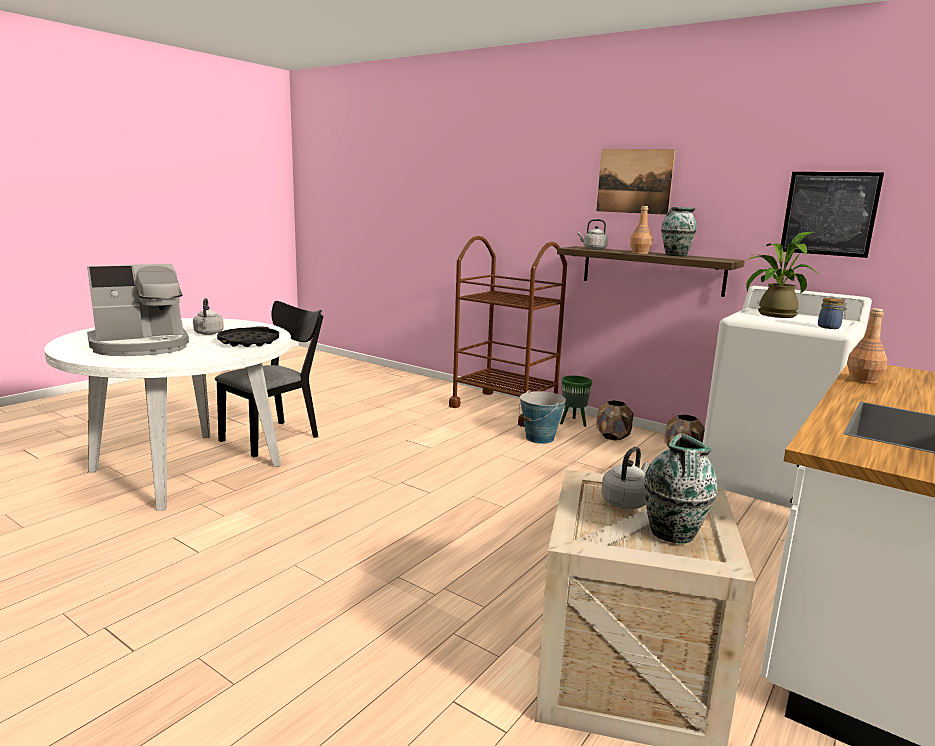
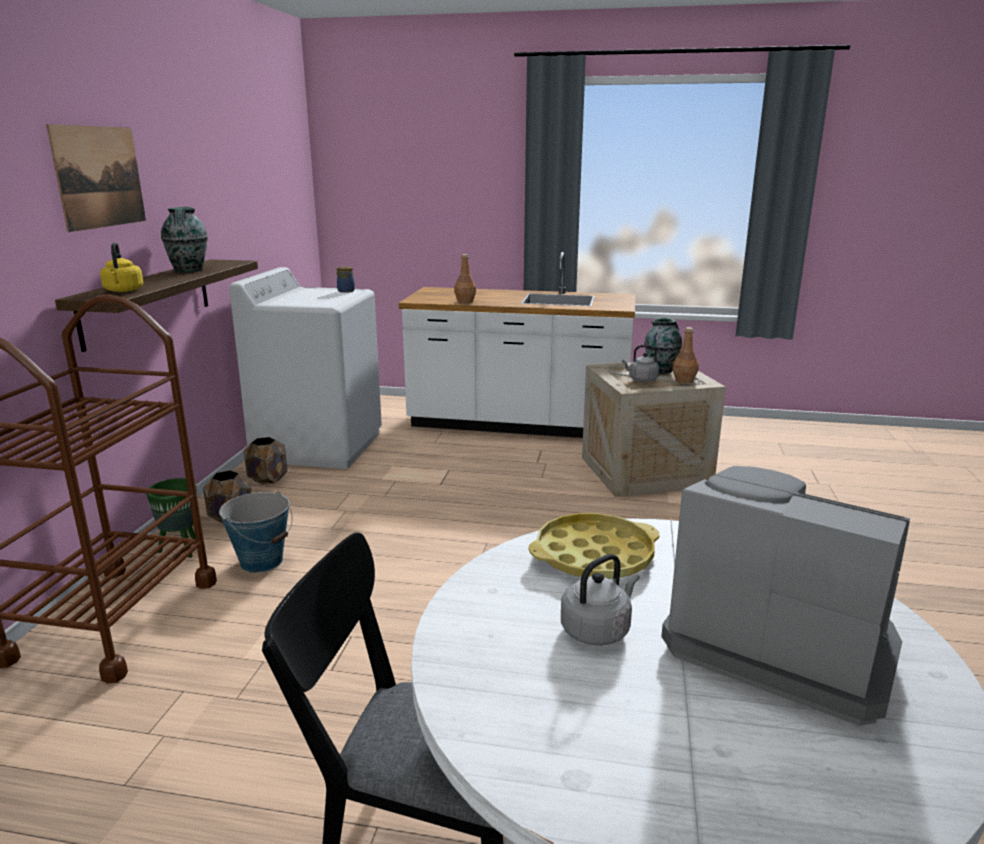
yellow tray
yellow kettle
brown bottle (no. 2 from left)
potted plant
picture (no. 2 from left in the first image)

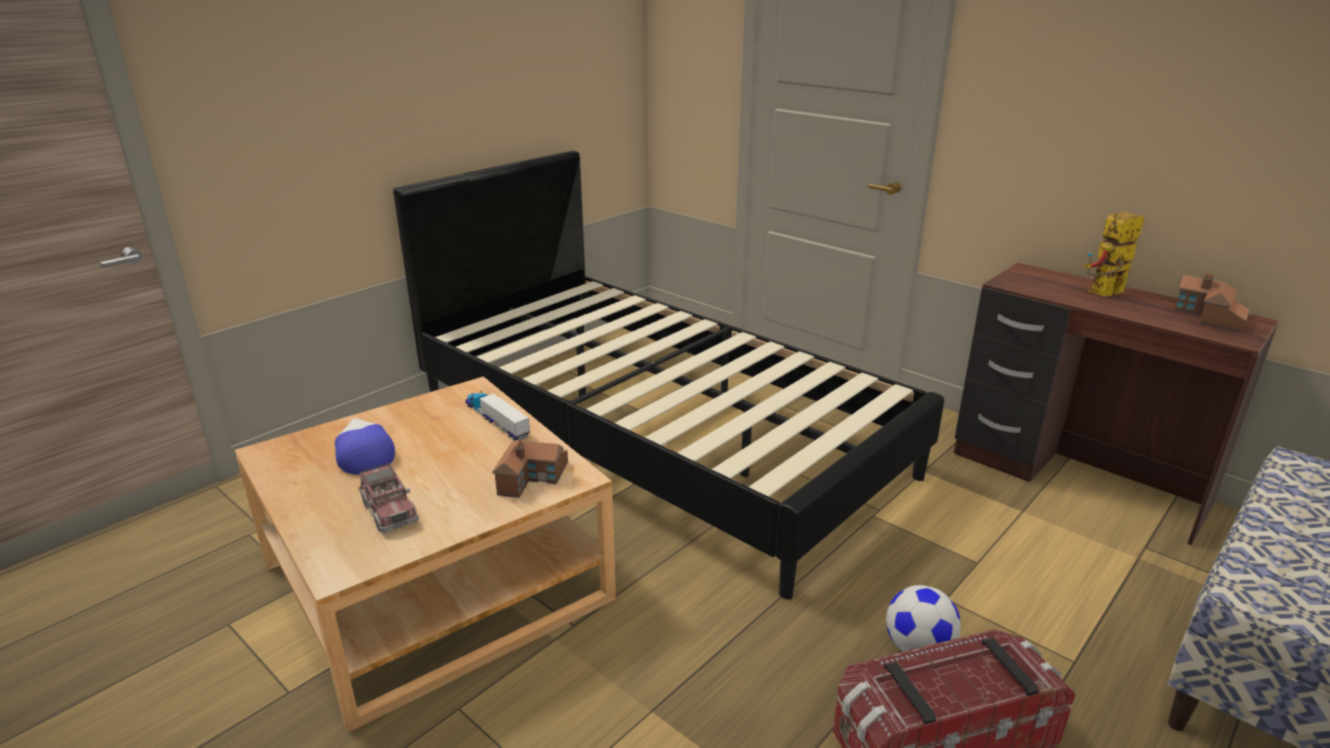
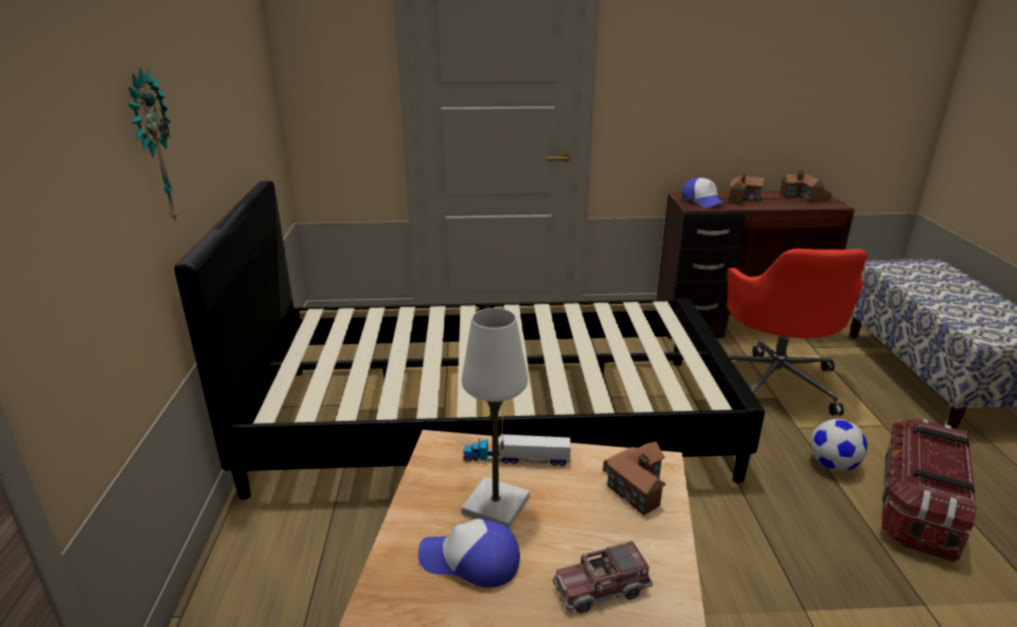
toy truck (no. 2 from left)
toy house (no. 2 from left)
wall clock
white table lamp
cap (no. 2 from left)
red office chair

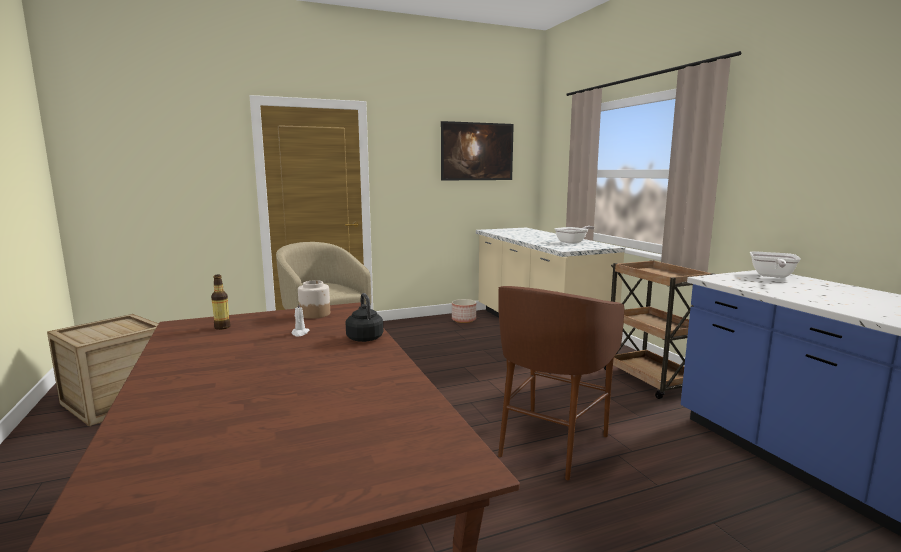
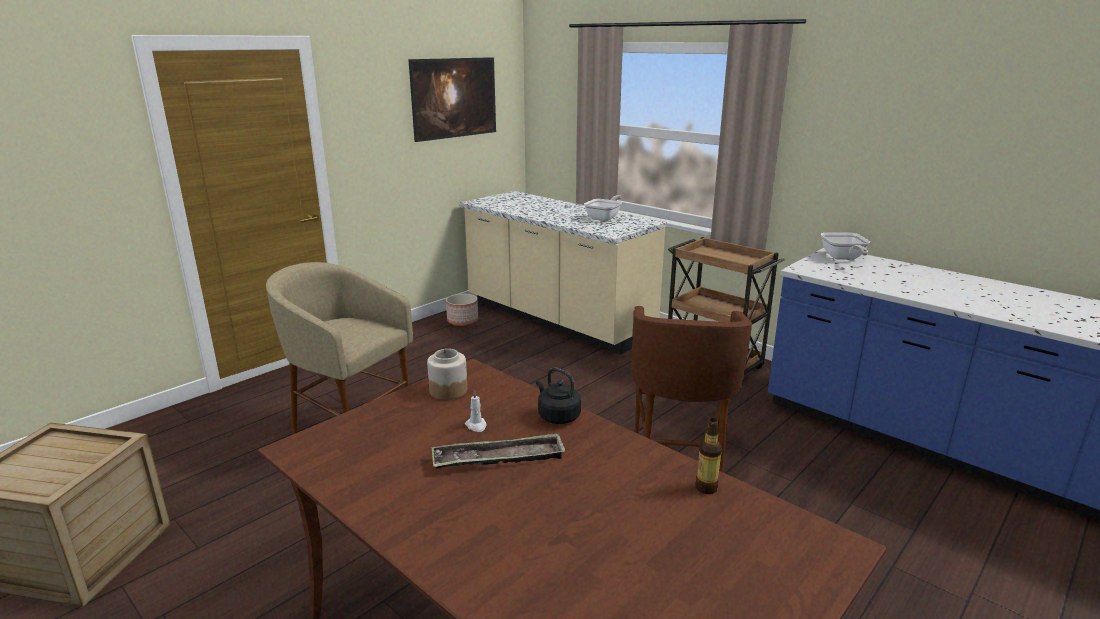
bottle
tray

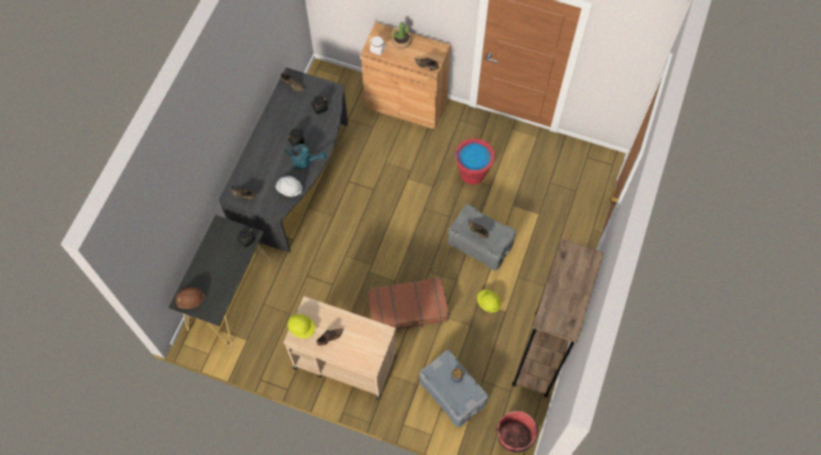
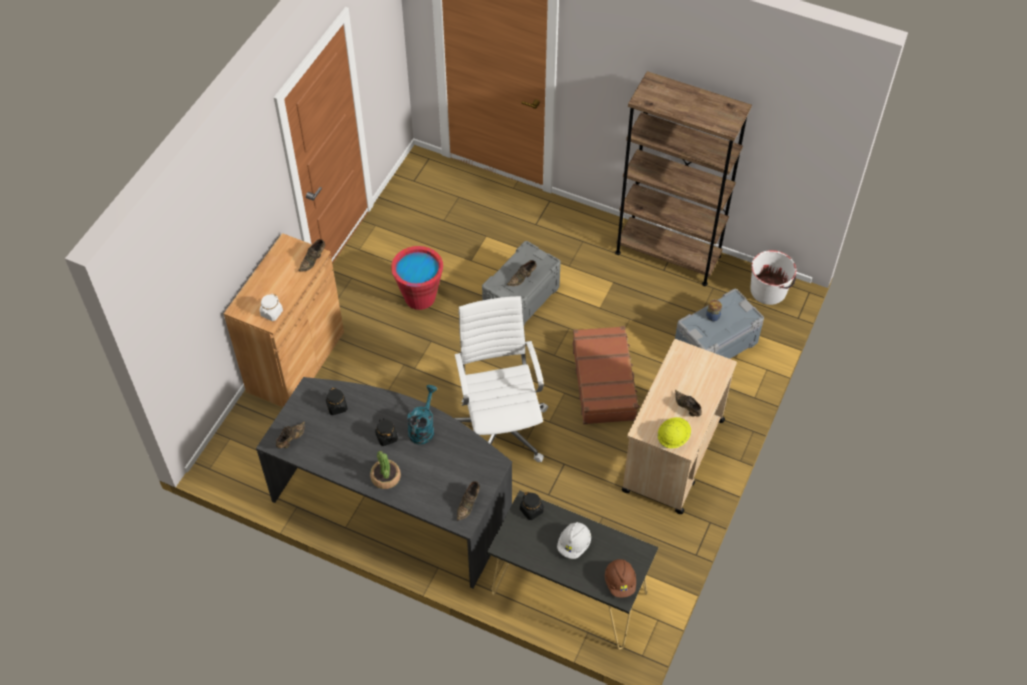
white hard hat
potted plant
yellow hard hat (no. 2 from left in the first image)
white bucket
white office chair

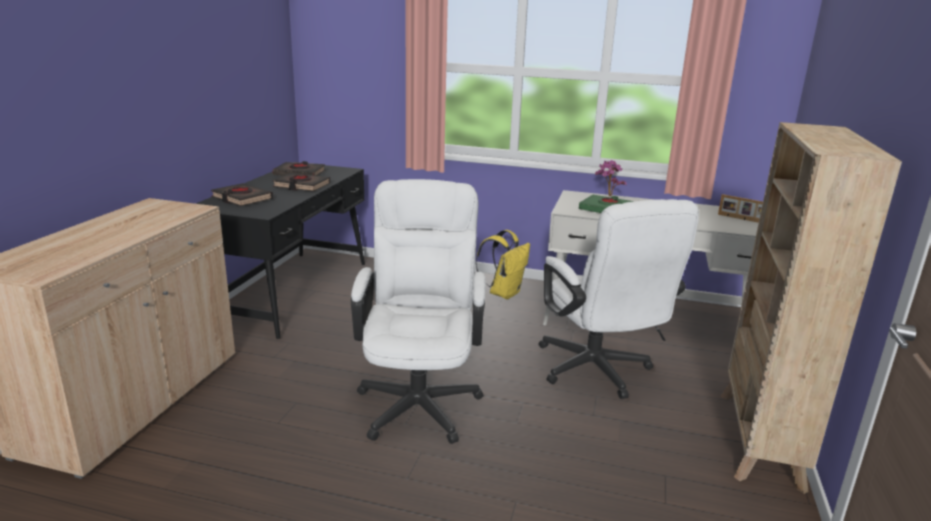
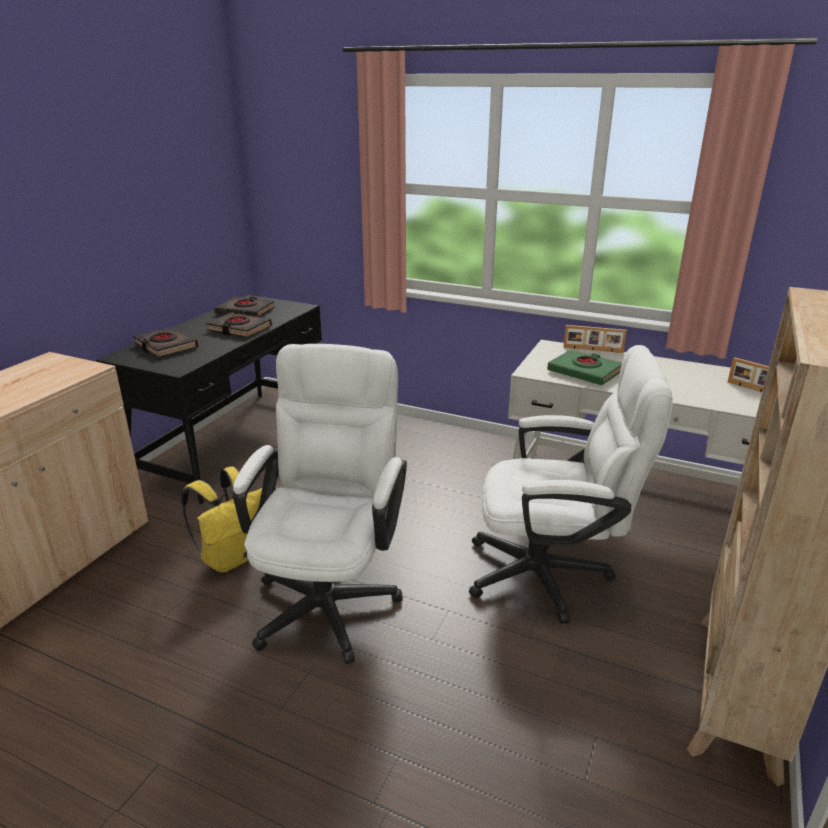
yellow backpack
white office chair (no. 2 from left)
picture frame (no. 1 from left)

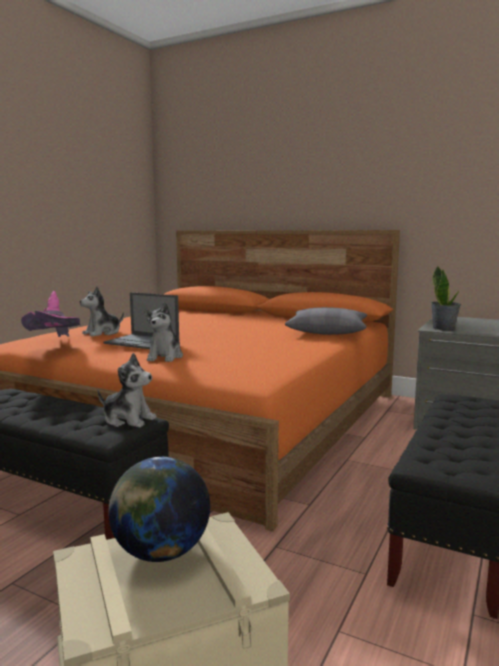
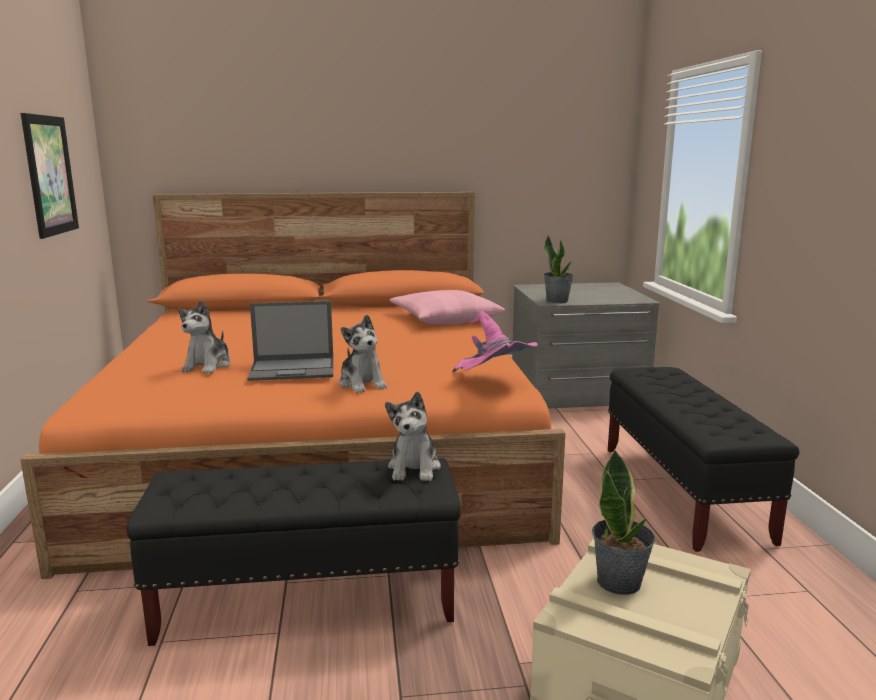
pink hat
plush toy (no. 3 from left)
potted plant (no. 2 from left)
pink pillow
picture

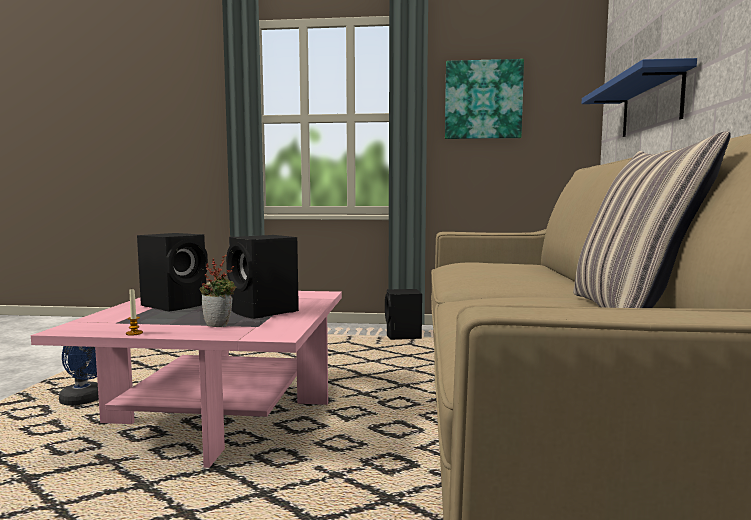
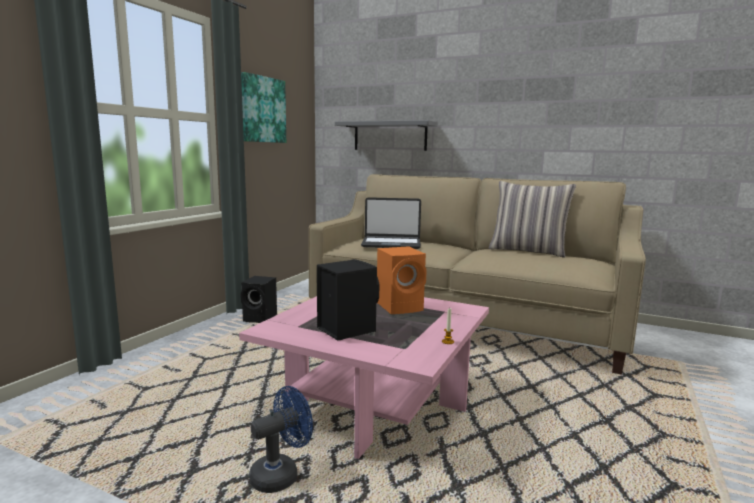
potted plant
orange speaker
grey shelf
laptop

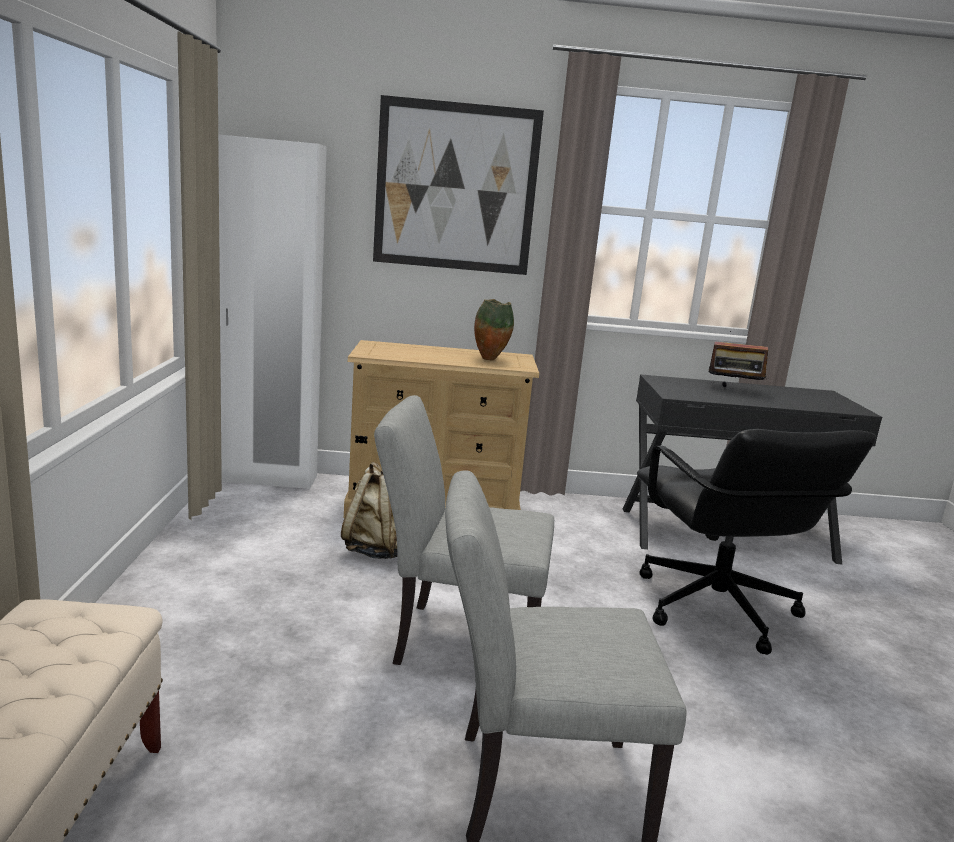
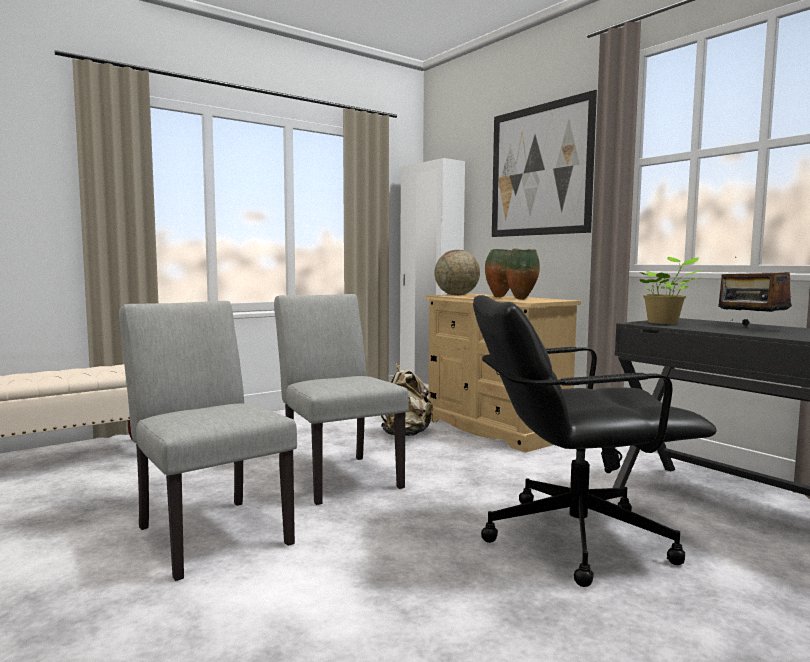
black office chair
globe
vase (no. 1 from left)
potted plant

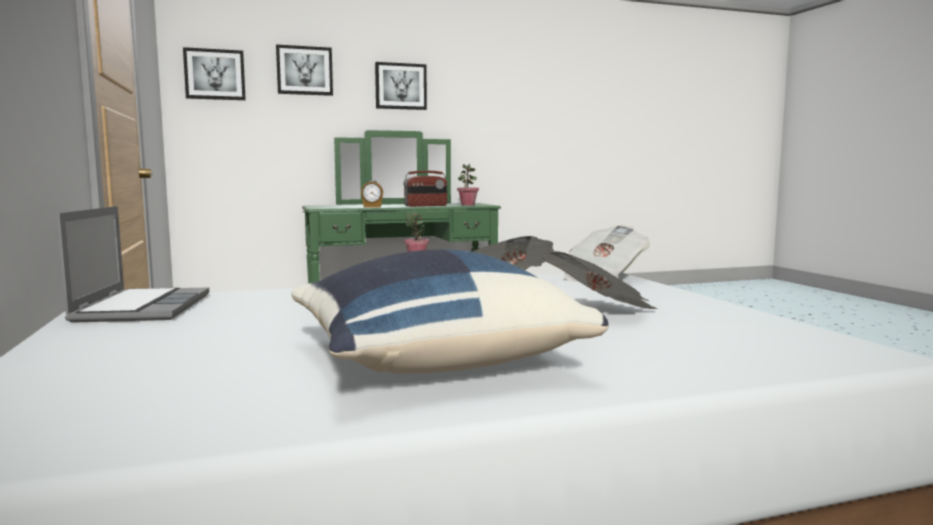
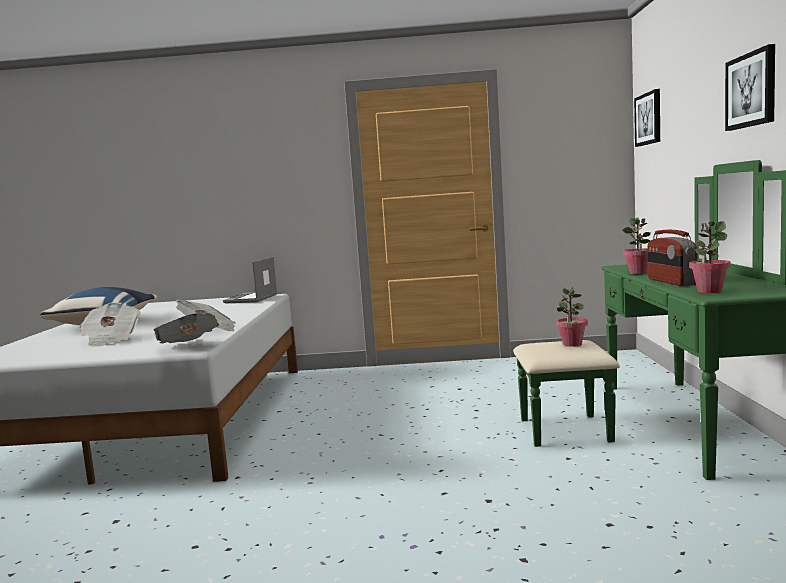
laptop
picture (no. 2 from left in the first image)
potted plant (no. 2 from left)

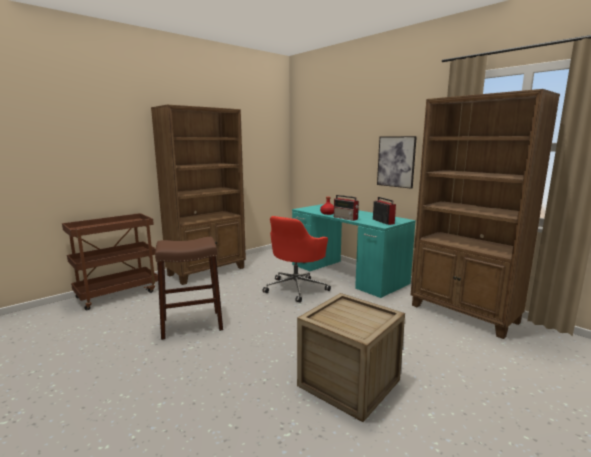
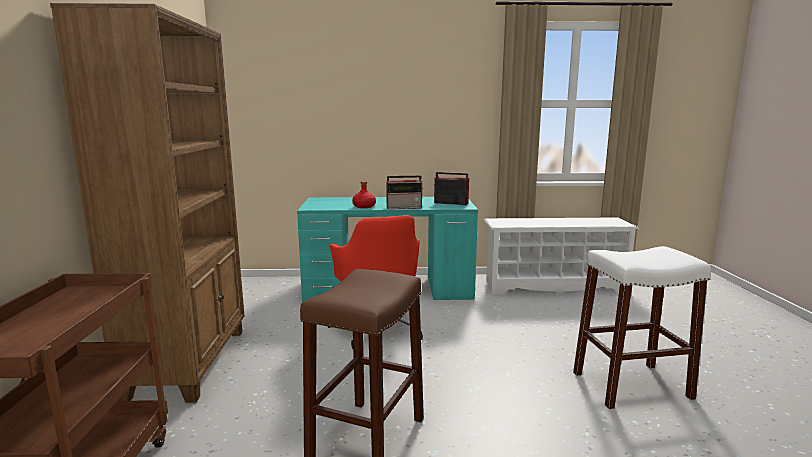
white stool
picture
white shoe rack

